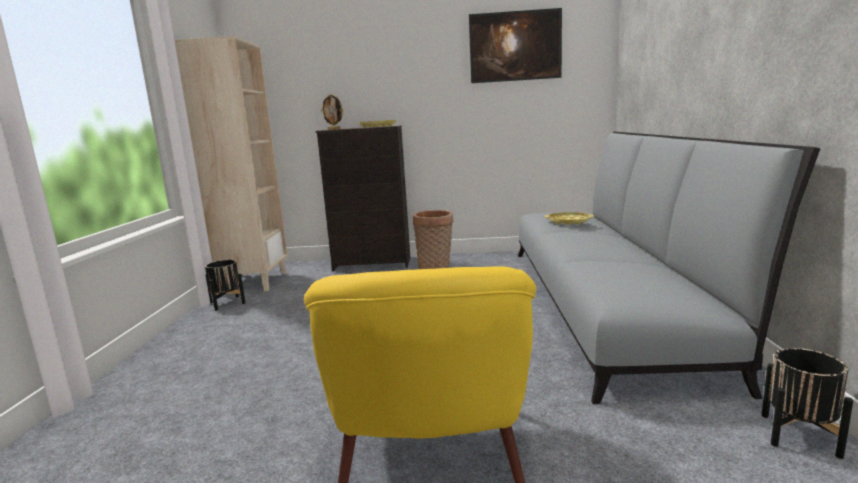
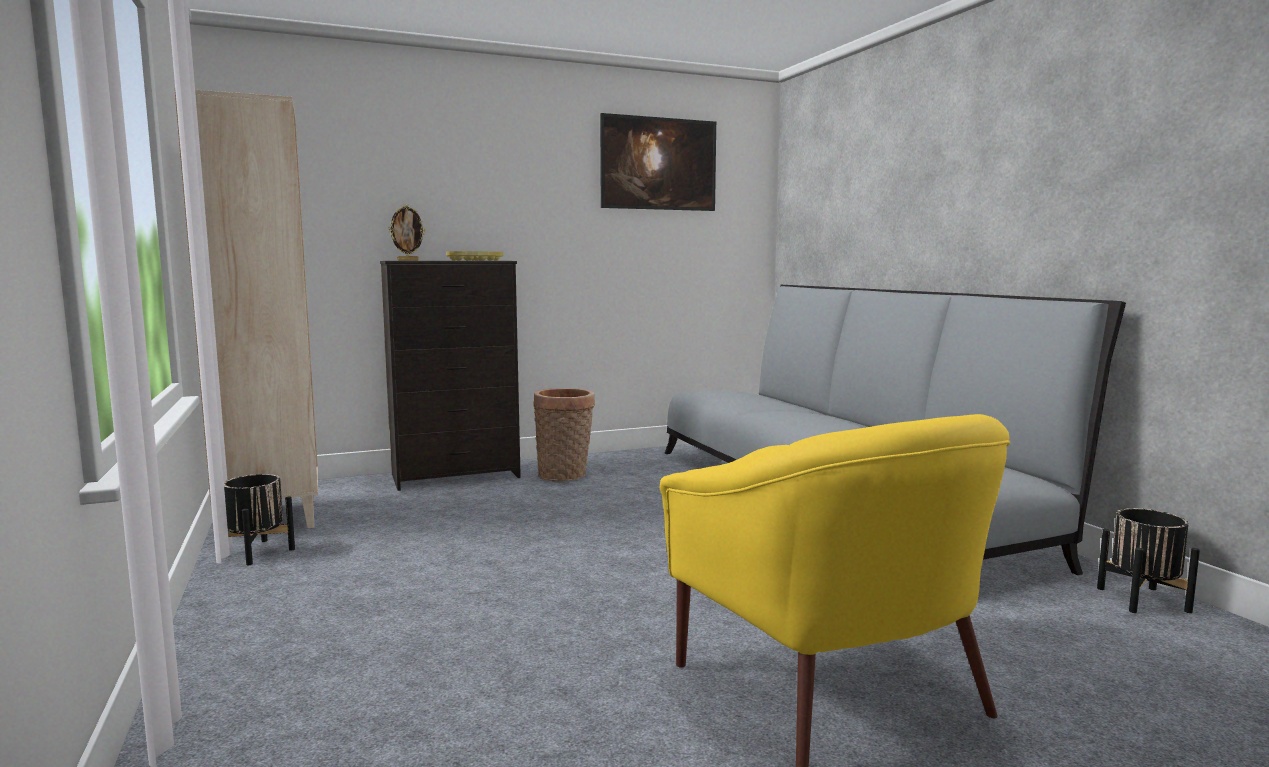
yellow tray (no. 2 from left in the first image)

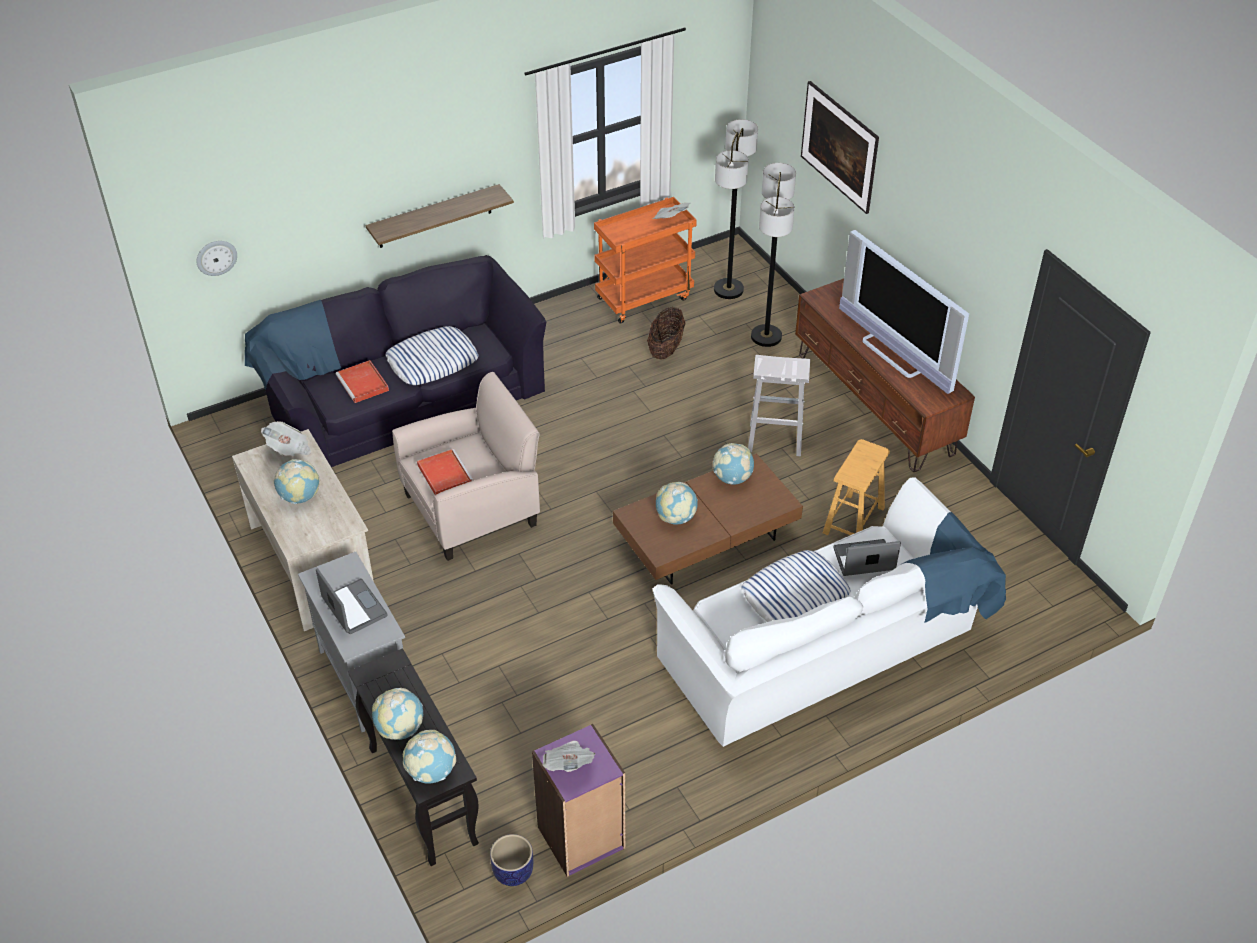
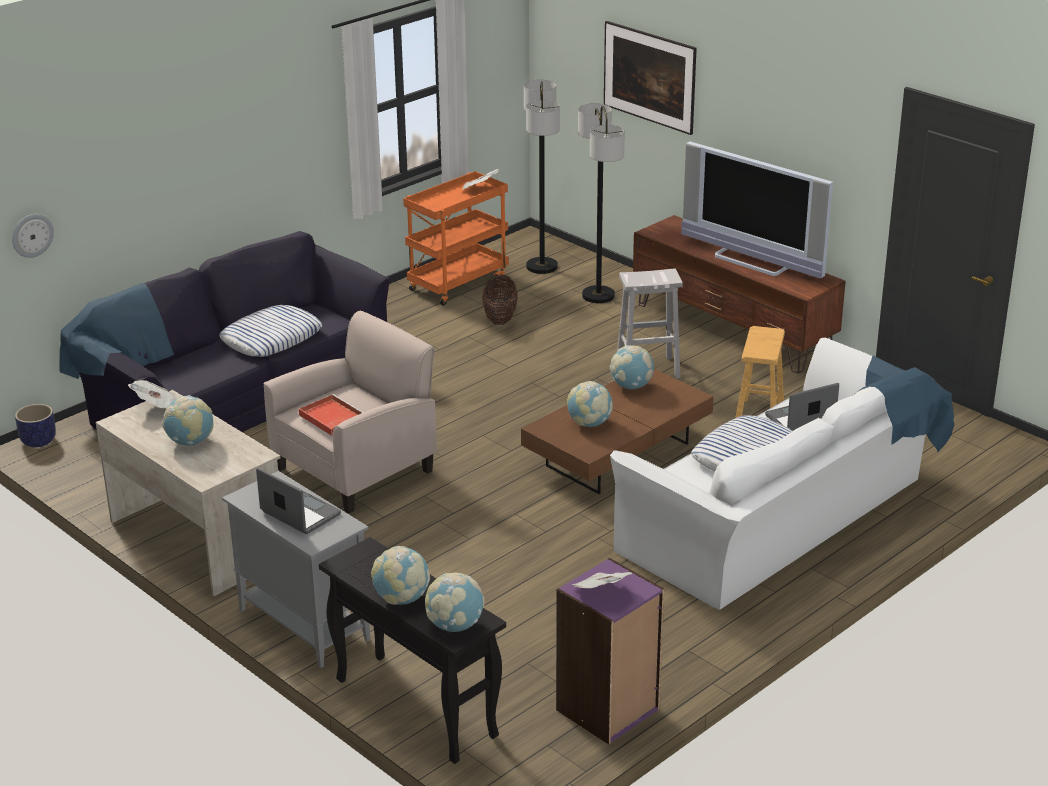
red tray (no. 1 from left in the first image)
shelf
planter

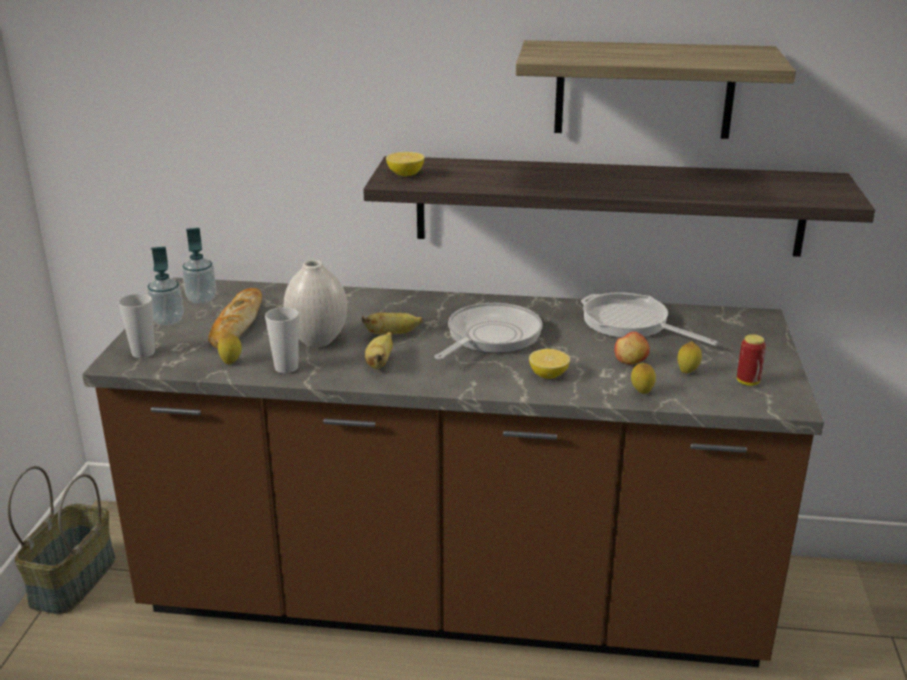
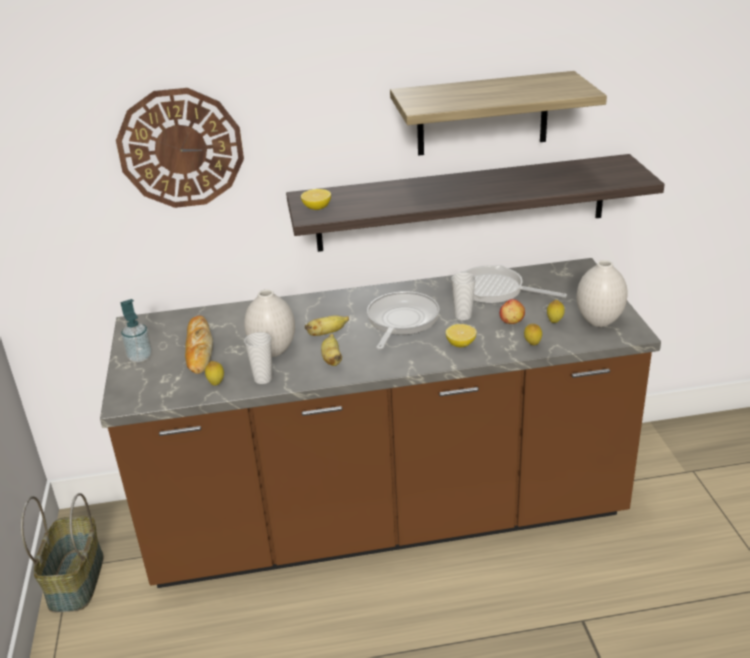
cup (no. 2 from left)
soap dispenser (no. 2 from left in the first image)
white vase (no. 2 from left)
wall clock

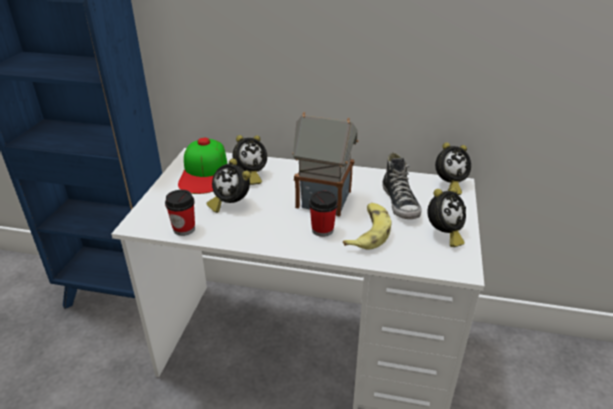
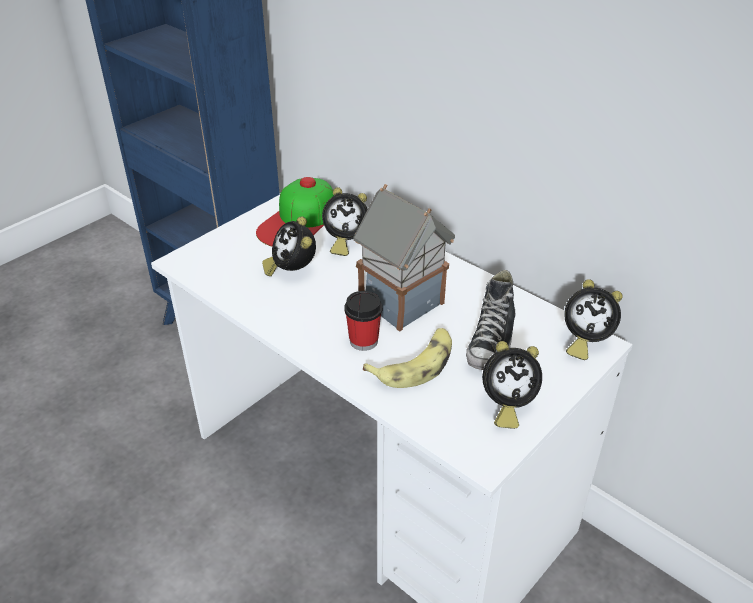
cup (no. 1 from left in the first image)

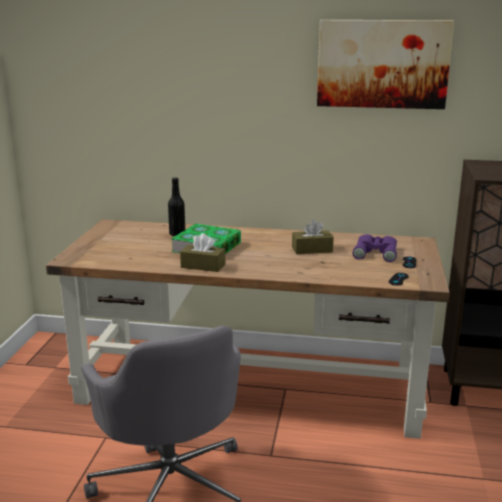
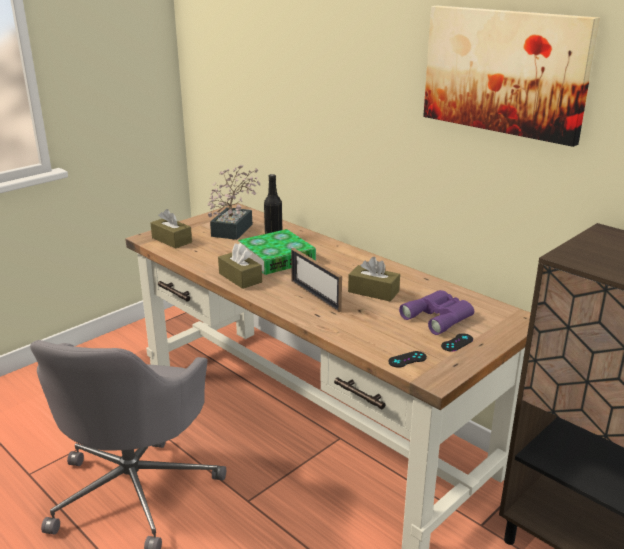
brown tissue box (no. 1 from left)
potted plant
picture frame

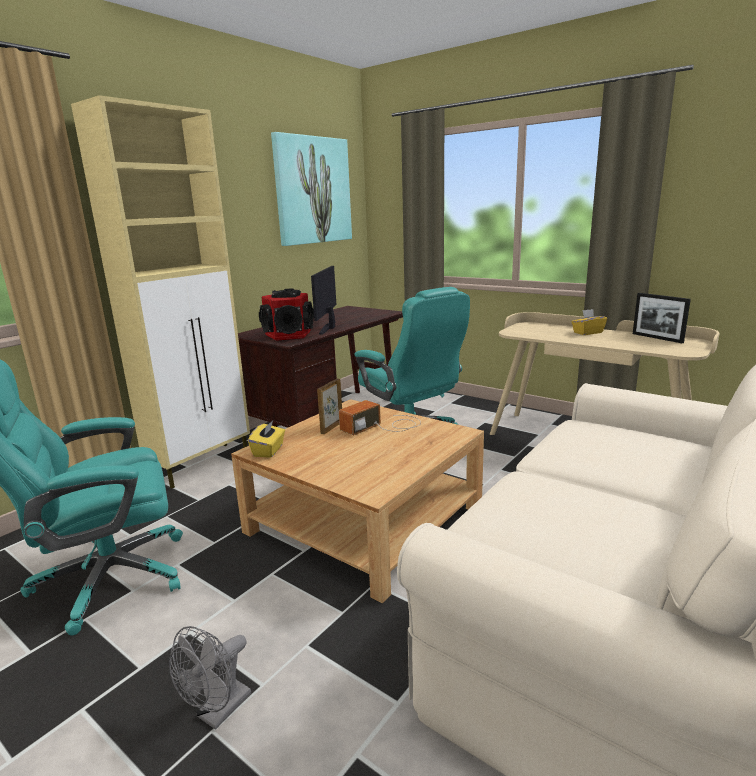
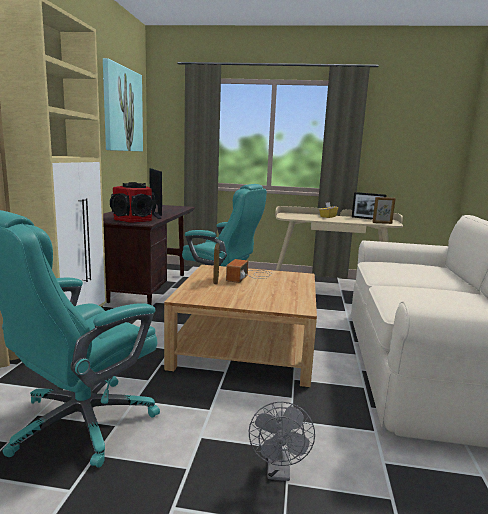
yellow tissue box (no. 1 from left in the first image)
picture frame (no. 3 from left)

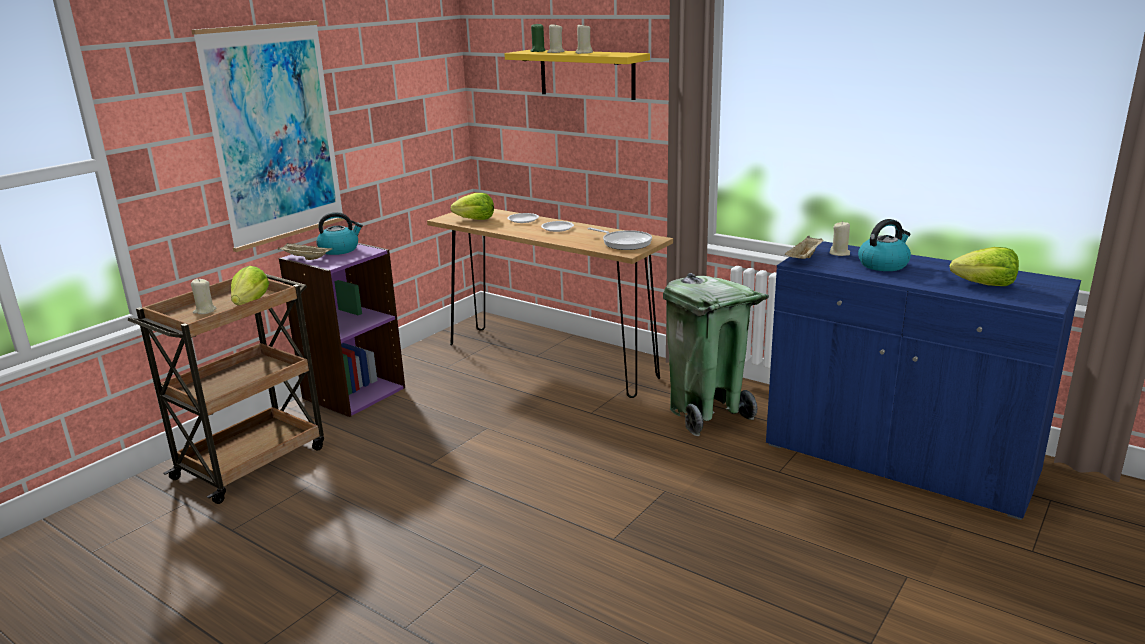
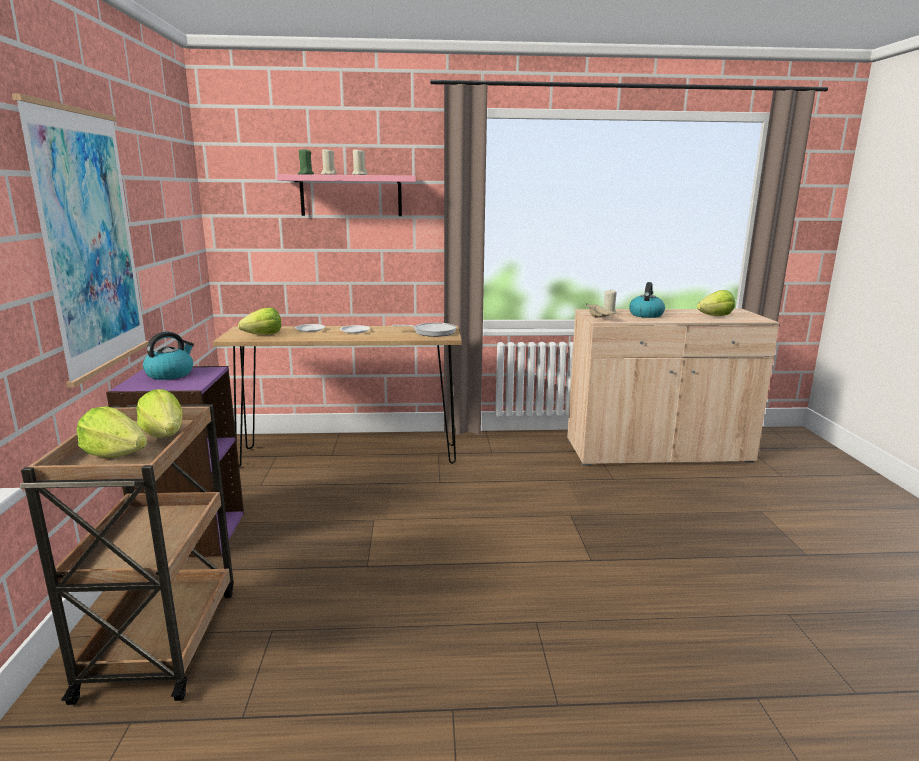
lettuce (no. 1 from left)
beige tray (no. 1 from left in the first image)
pink shelf
green trash can
beige cabinet

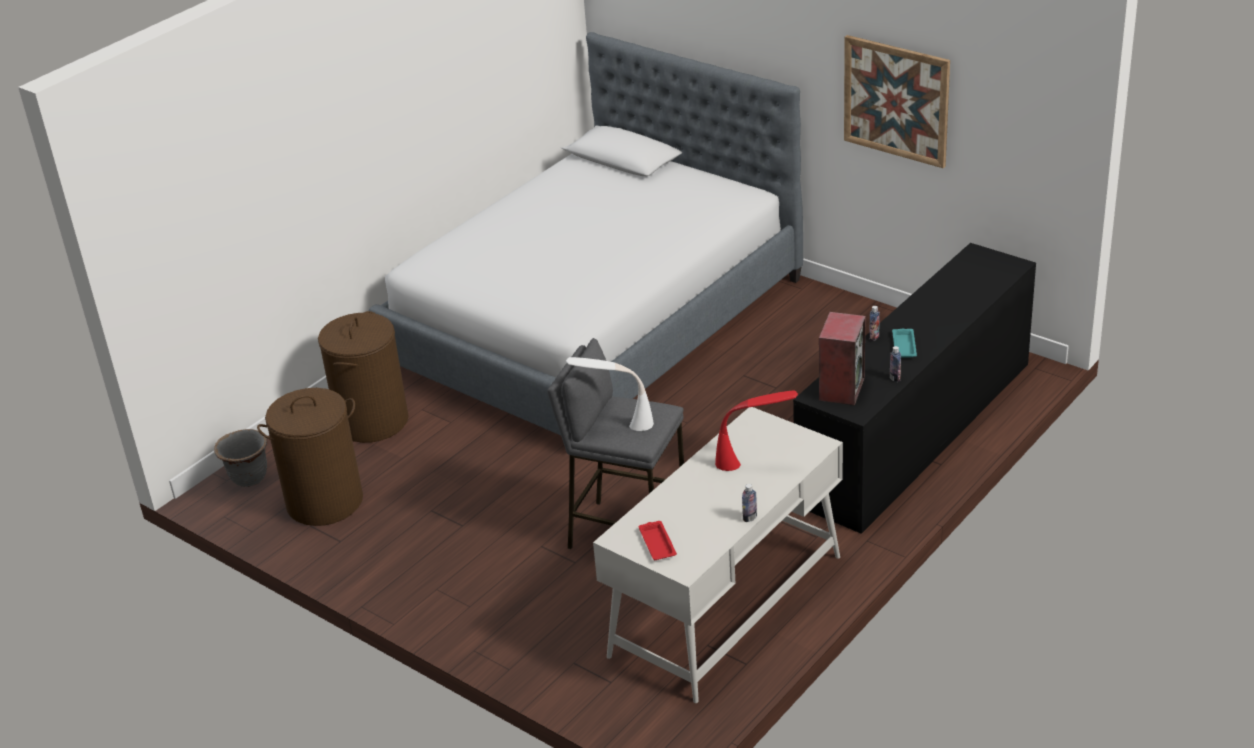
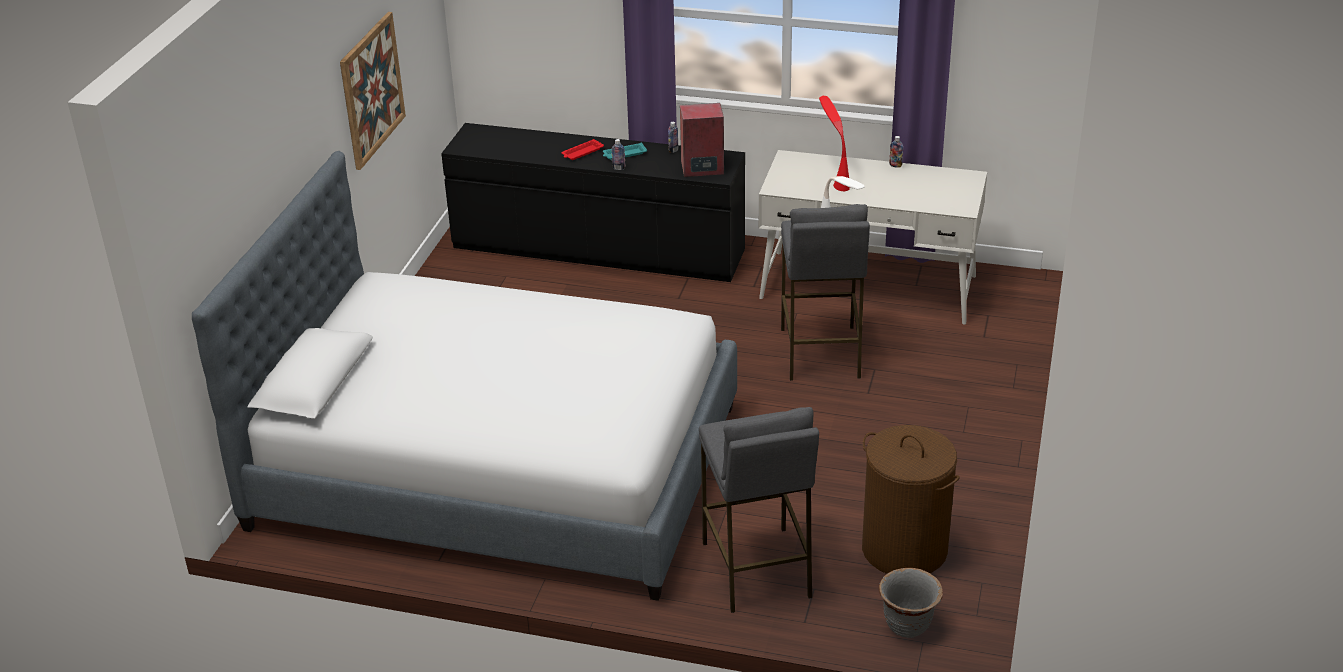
grey stool (no. 1 from left)
red tray

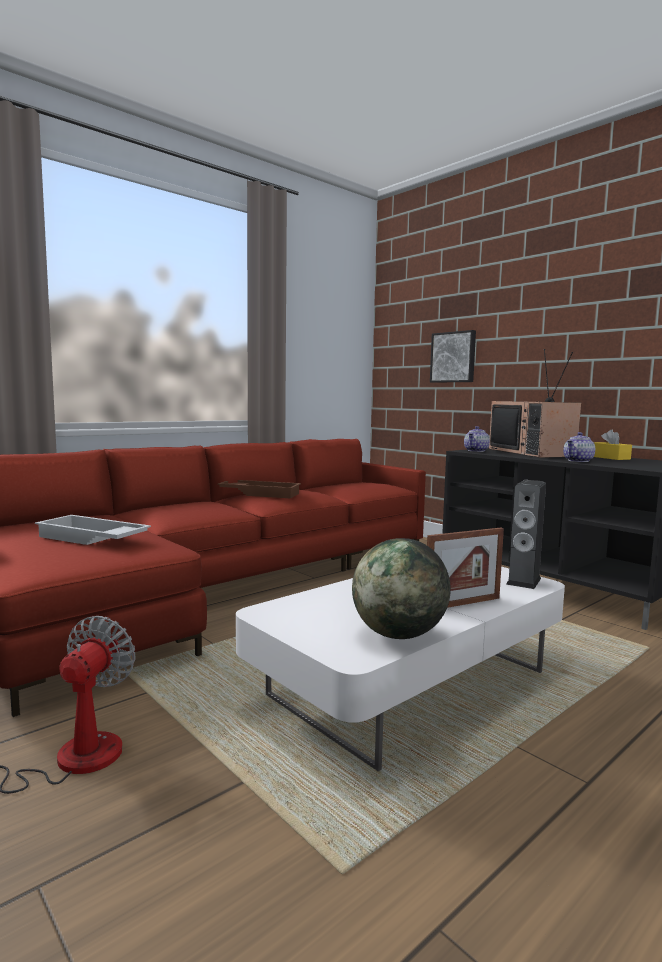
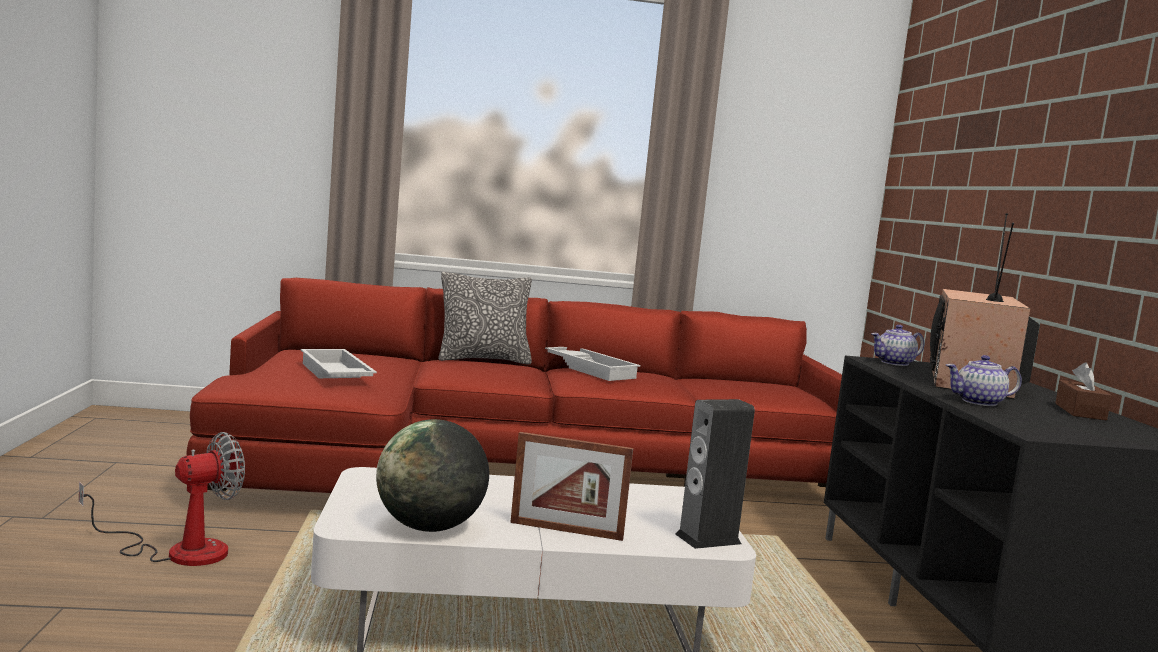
white tray (no. 2 from left)
picture
brown tissue box
pillow

